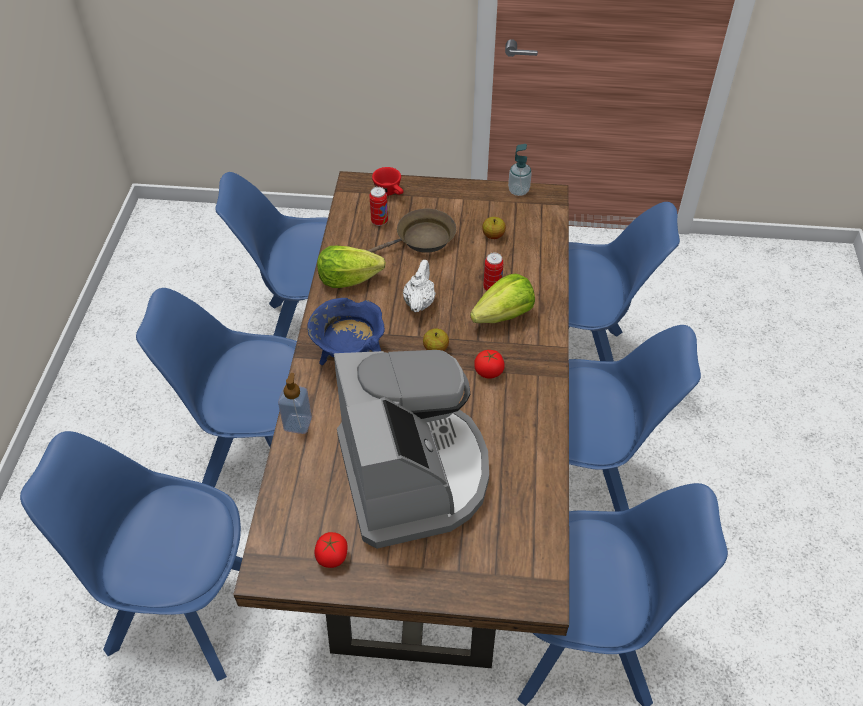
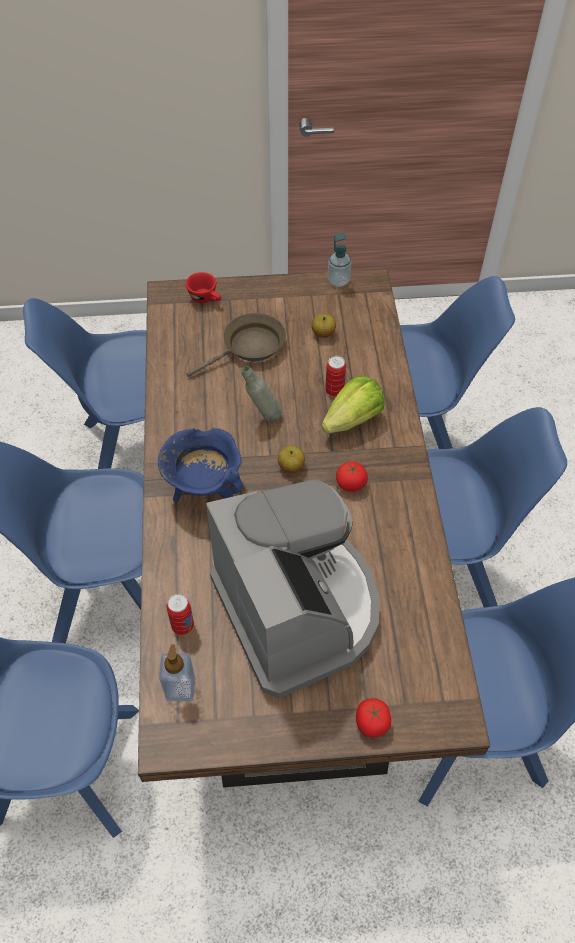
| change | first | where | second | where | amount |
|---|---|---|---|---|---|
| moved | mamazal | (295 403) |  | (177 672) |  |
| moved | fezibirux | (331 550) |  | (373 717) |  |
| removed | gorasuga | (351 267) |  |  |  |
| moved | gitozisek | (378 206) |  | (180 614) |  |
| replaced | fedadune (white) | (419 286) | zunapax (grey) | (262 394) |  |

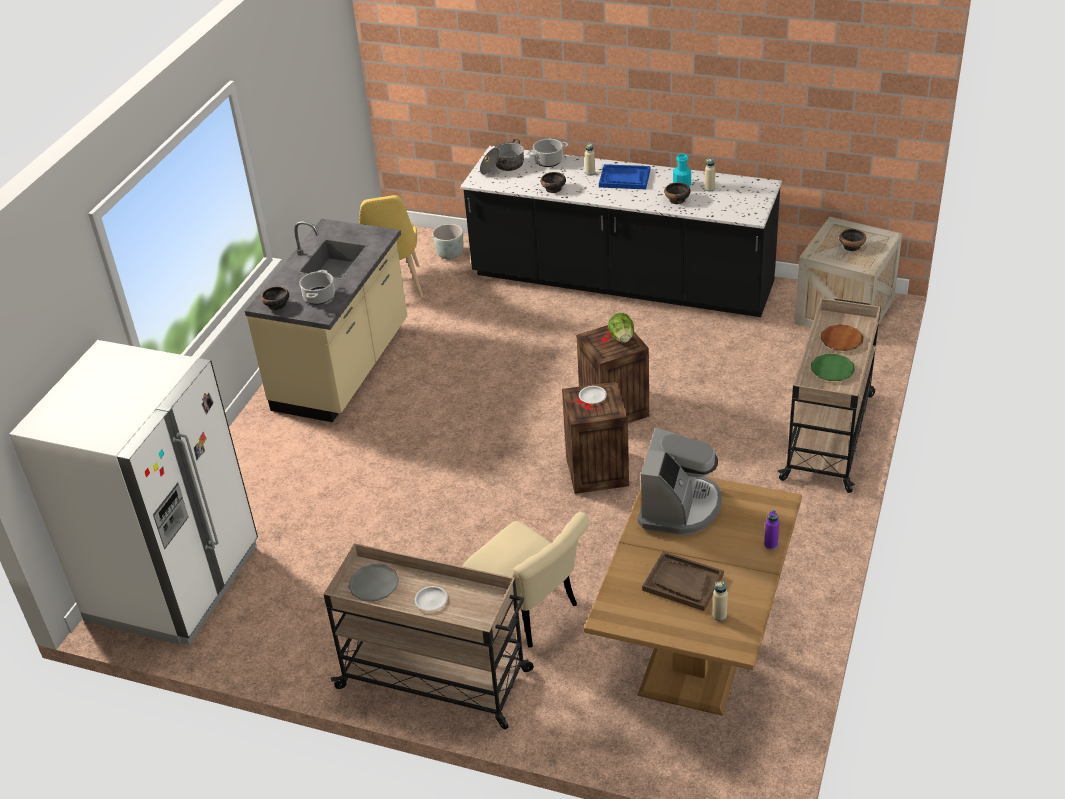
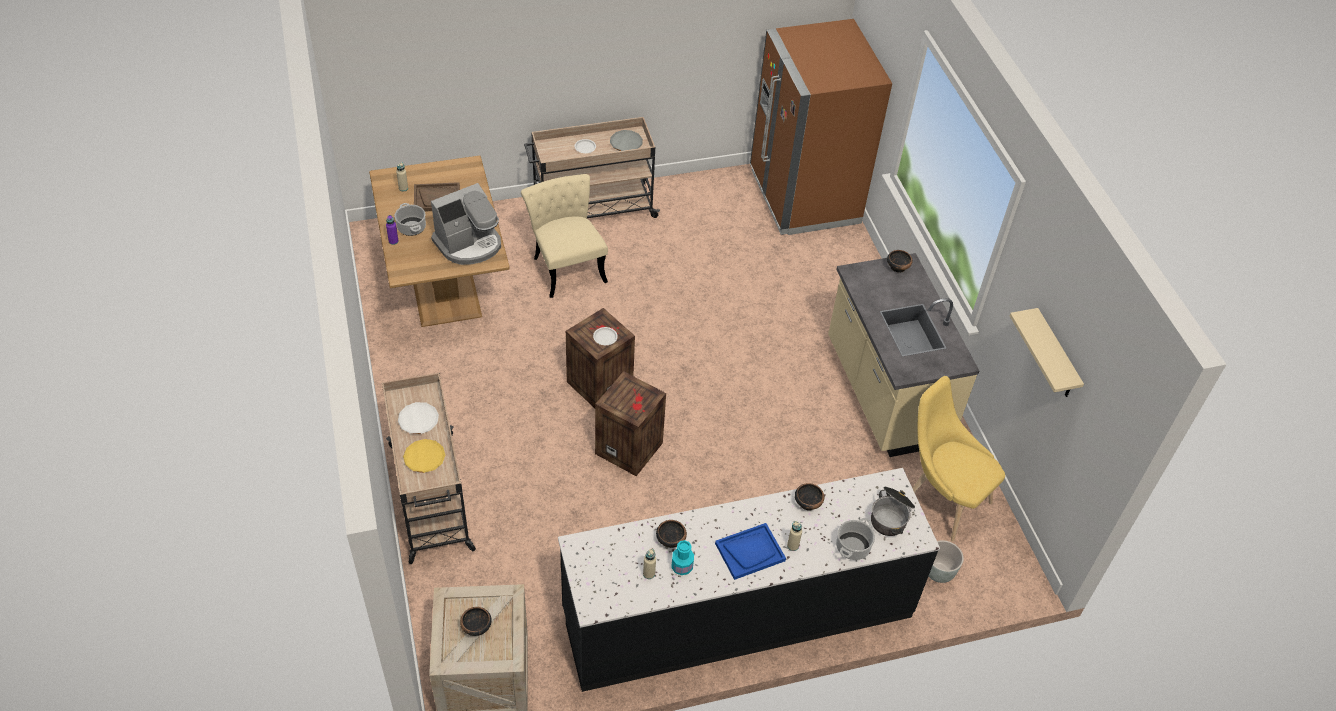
| change | first | where | second | where | amount |
|---|---|---|---|---|---|
| recoloured | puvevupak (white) | (133 492) | puvevupak (brown) | (821 127) |  |
| moved | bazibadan | (317 287) |  | (410 219) |  |
| turned | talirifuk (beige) | (526 580) |  | (564 236) | 60 degrees clockwise |
| removed | gorasuga | (621 328) |  |  |  |
| turned | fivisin | (680 481) |  | (466 224) | 105 degrees counterclockwise |
| recoloured | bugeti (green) | (833 367) | bugeti (white) | (418 418) |  |
| recoloured | bugeti (brown) | (842 337) | bugeti (yellow) | (424 456) |  |
| added |  |  | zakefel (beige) | (1047 352) |  |

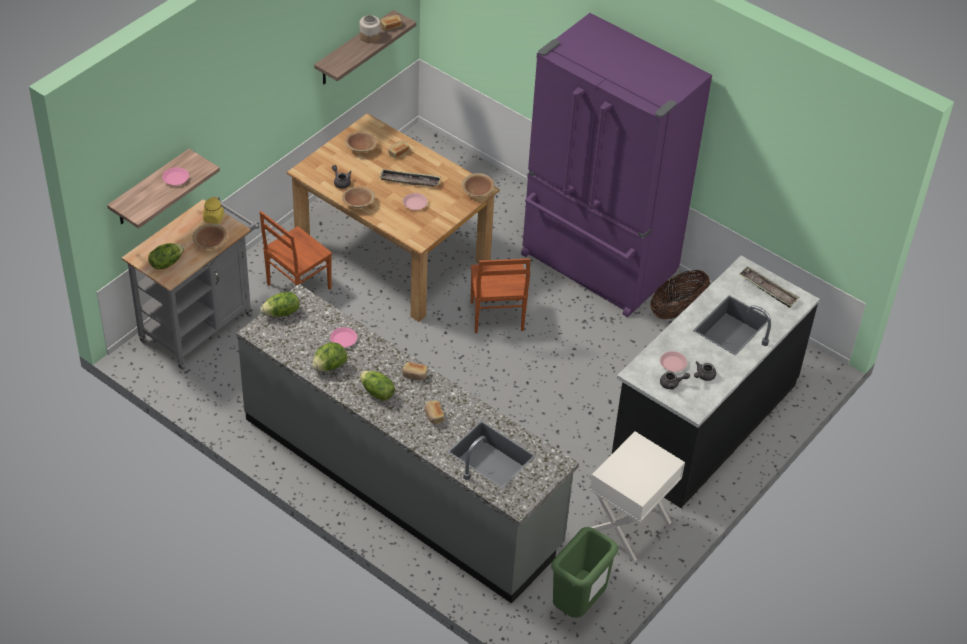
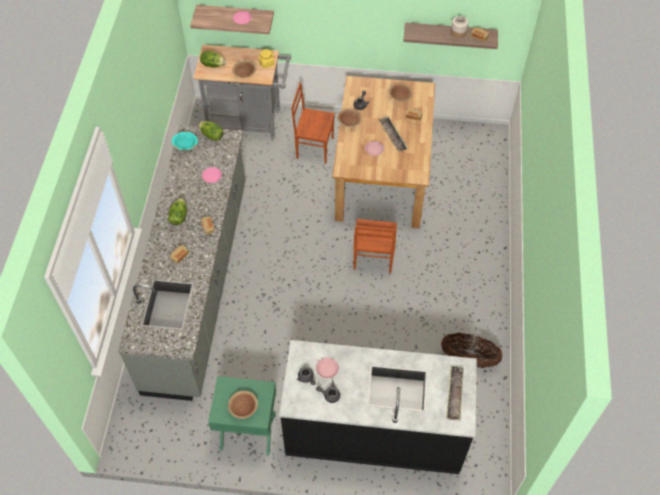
| change | first | where | second | where | amount |
|---|---|---|---|---|---|
| removed | gorasuga | (330 356) |  |  |  |
| moved | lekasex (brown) | (478 185) |  | (243 405) |  |
| turned | talirifuk (brown) | (500 295) |  | (375 246) | 45 degrees counterclockwise |
| removed | puvevupak (purple) | (616 165) |  |  |  |
| removed | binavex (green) | (584 572) |  |  |  |
| recoloured | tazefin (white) | (637 496) | tazefin (green) | (242 416) |  |
| added |  |  | lekasex (turquoise) | (185 141) |  |

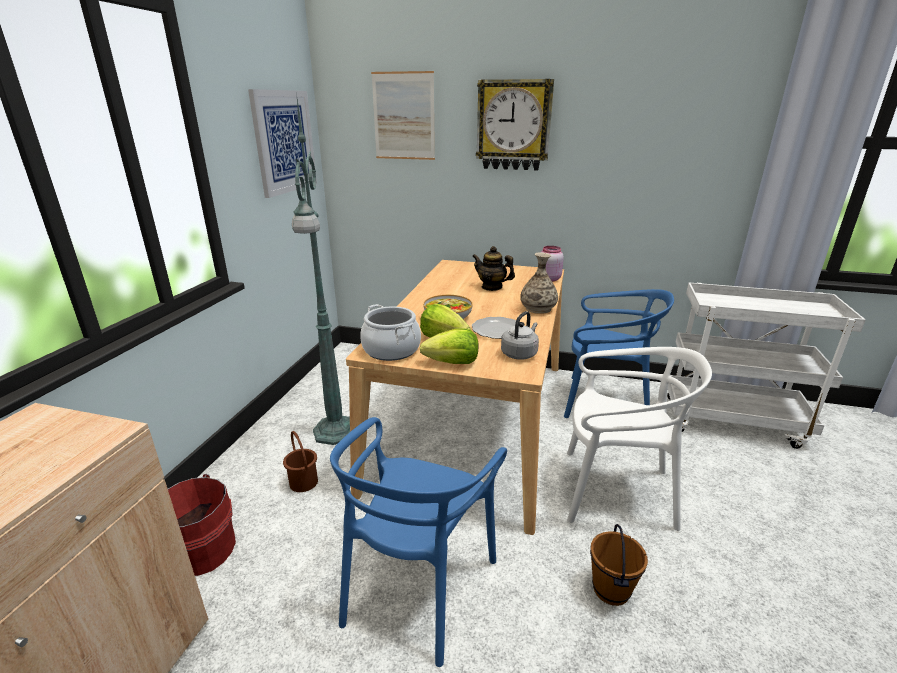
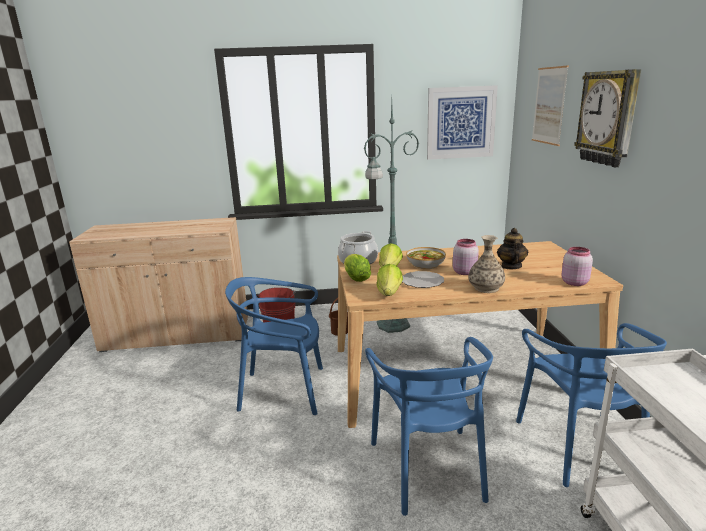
| change | first | where | second | where | amount |
|---|---|---|---|---|---|
| replaced | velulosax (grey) | (520 335) | gorasuga | (390 280) |  |
| recoloured | talirifuk (white) | (639 439) | talirifuk (blue) | (429 426) |  |
| removed | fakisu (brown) | (619 565) |  |  |  |
| added |  |  | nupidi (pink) | (466 257) |  |

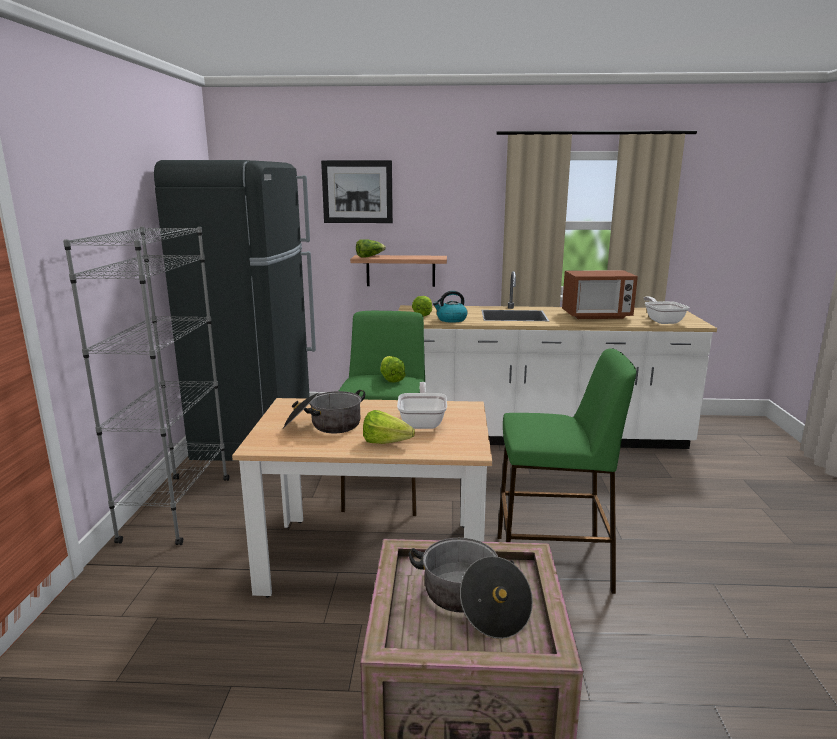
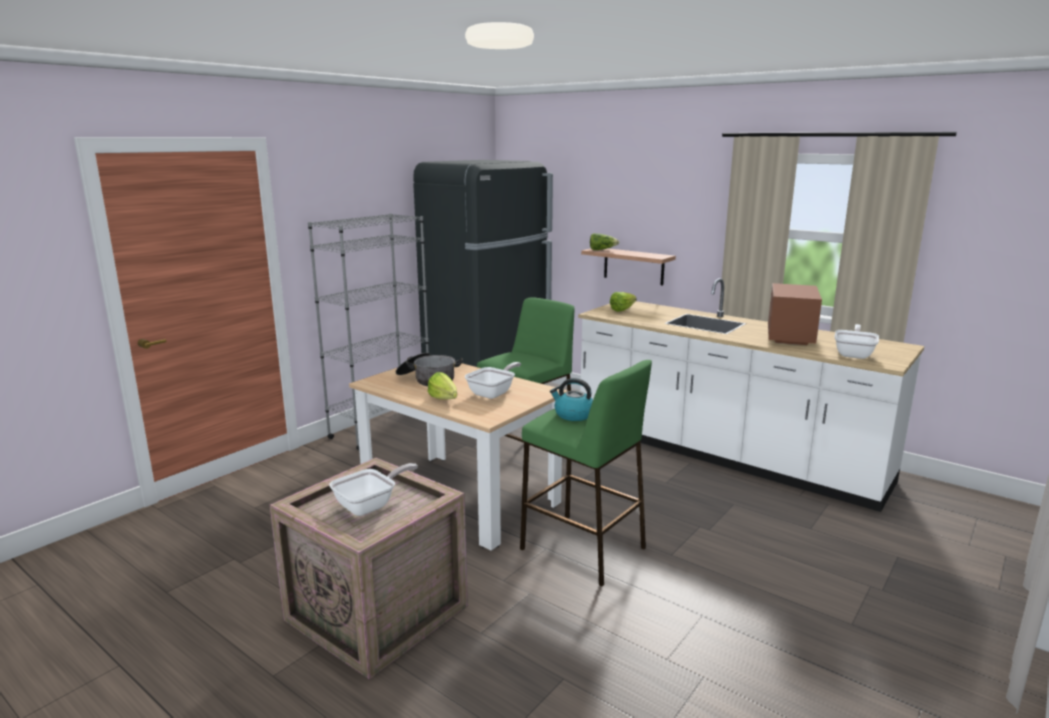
| change | first | where | second | where | amount |
|---|---|---|---|---|---|
| removed | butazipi | (357 191) |  |  |  |
| removed | gorasuga | (392 369) |  |  |  |
| replaced | bazibadan | (471 588) | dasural | (373 489) |  |
| moved | velulosax | (450 307) |  | (571 399) |  |
| turned | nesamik | (600 294) |  | (795 314) | 105 degrees counterclockwise |

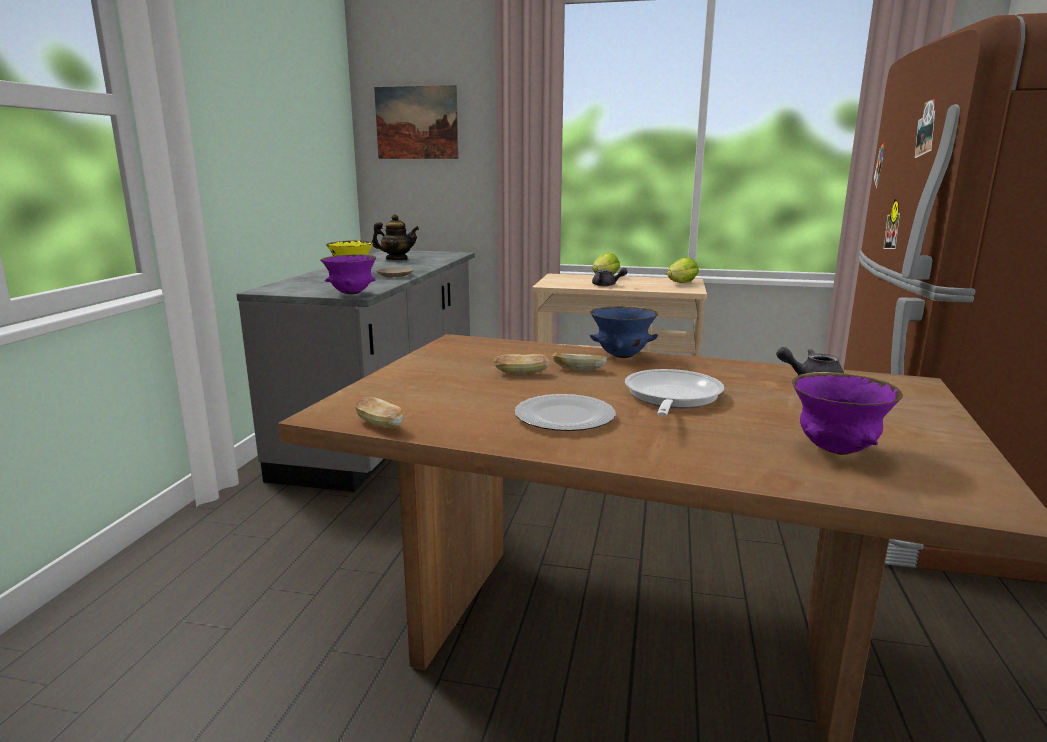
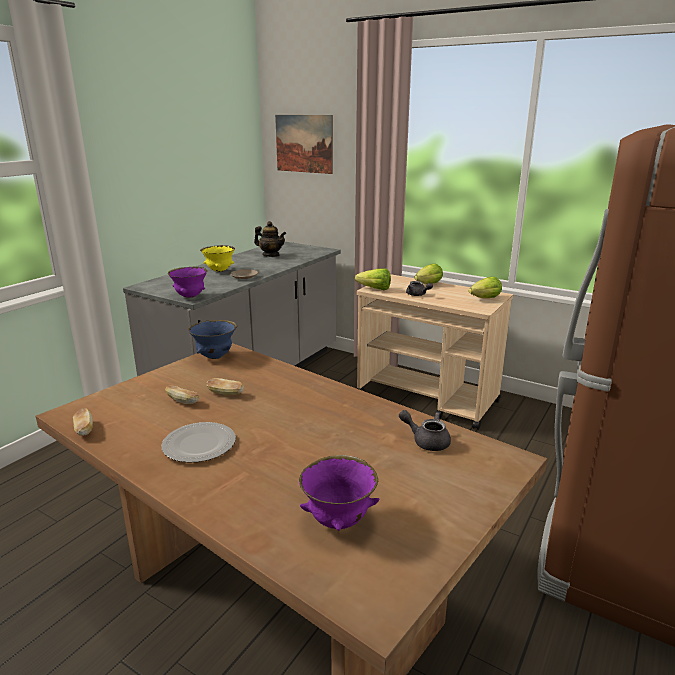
| change | first | where | second | where | amount |
|---|---|---|---|---|---|
| moved | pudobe | (580 361) |  | (182 395) |  |
| moved | lekasex (blue) | (624 332) |  | (212 339) |  |
| removed | dasural | (674 392) |  |  |  |
| added |  |  | gorasuga | (373 279) |  |

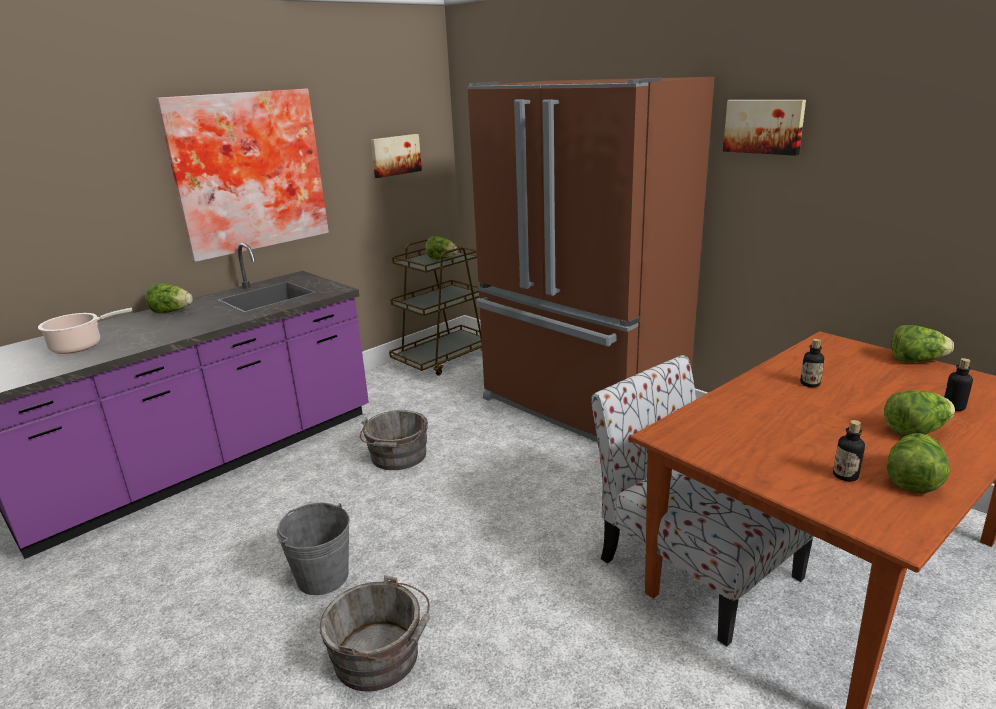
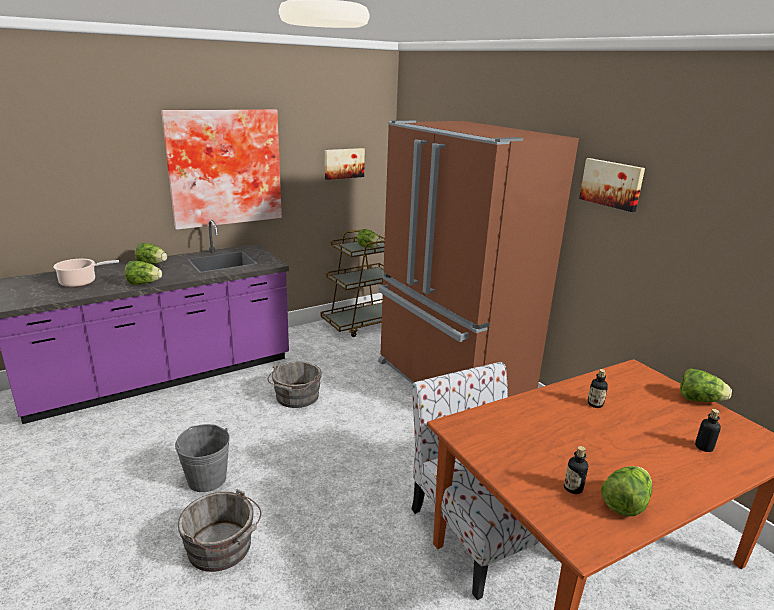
| change | first | where | second | where | amount |
|---|---|---|---|---|---|
| moved | gorasuga | (919 413) |  | (143 273) |  |

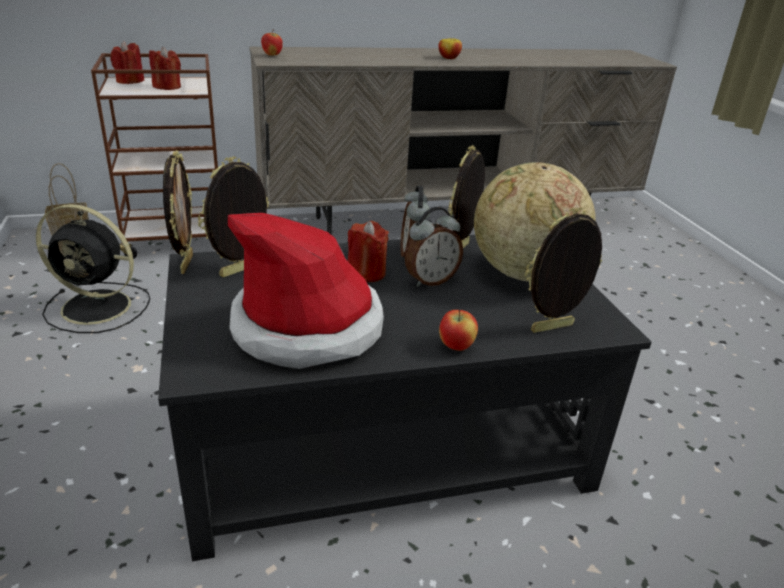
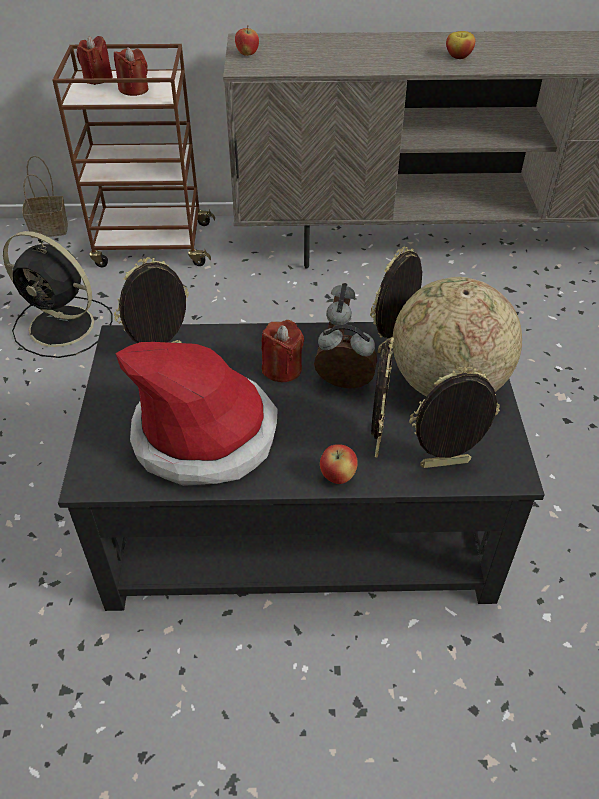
| change | first | where | second | where | amount |
|---|---|---|---|---|---|
| moved | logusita | (178 212) |  | (382 397) |  |
| turned | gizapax | (434 247) |  | (345 356) | 150 degrees counterclockwise |

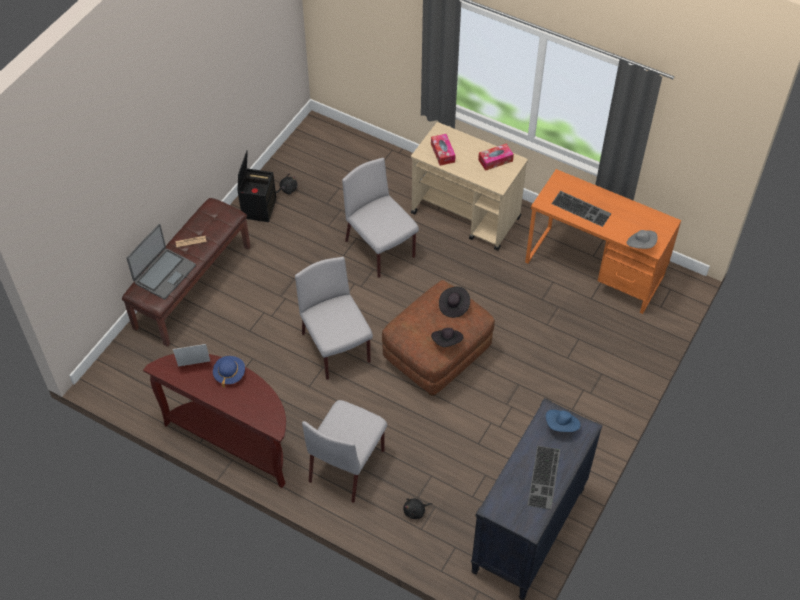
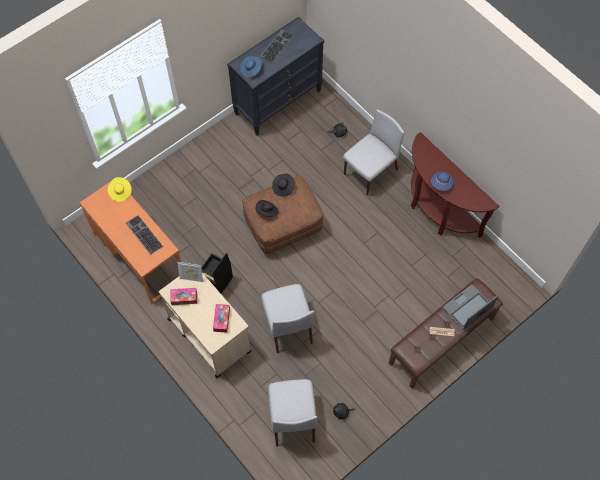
| change | first | where | second | where | amount |
|---|---|---|---|---|---|
| moved | logusita | (191 355) |  | (190 272) |  |
| moved | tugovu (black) | (257 186) |  | (217 273) |  |
| moved | talirifuk (grey) | (334 318) |  | (292 413) |  |
| recoloured | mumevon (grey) | (642 239) | mumevon (yellow) | (120 189) |  |

